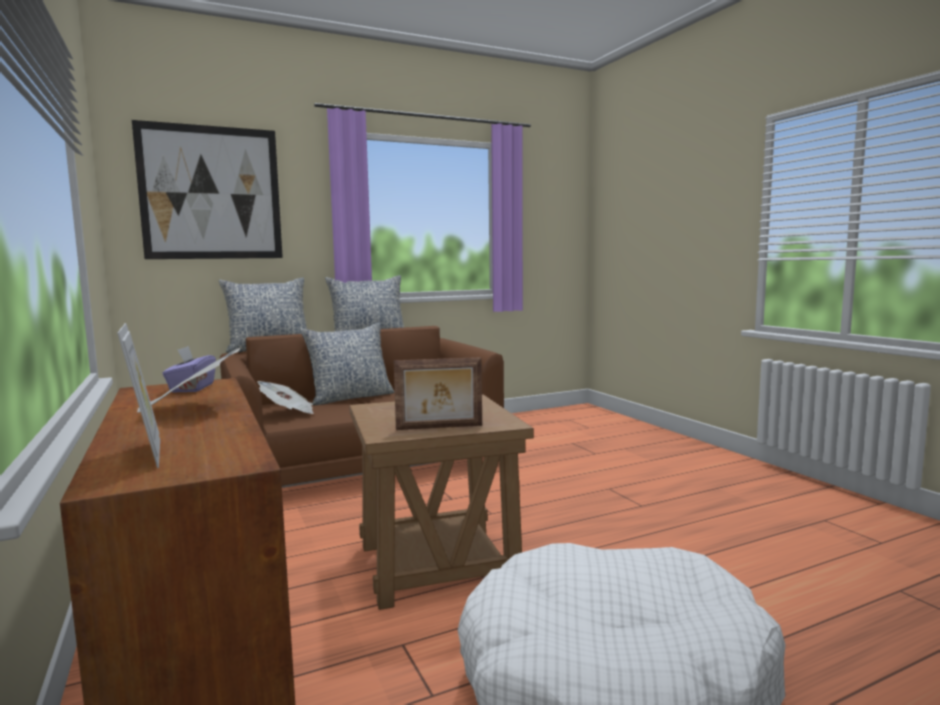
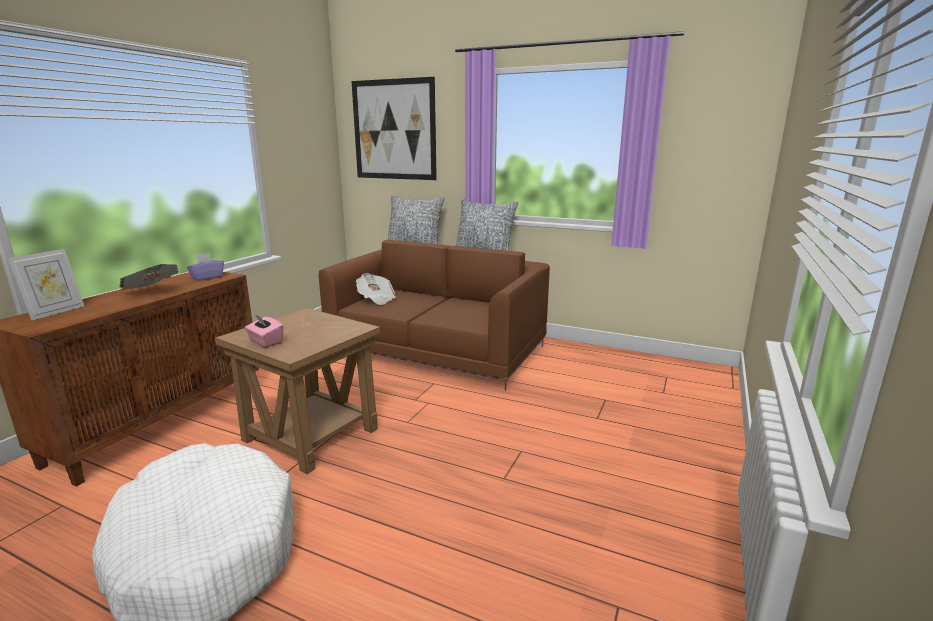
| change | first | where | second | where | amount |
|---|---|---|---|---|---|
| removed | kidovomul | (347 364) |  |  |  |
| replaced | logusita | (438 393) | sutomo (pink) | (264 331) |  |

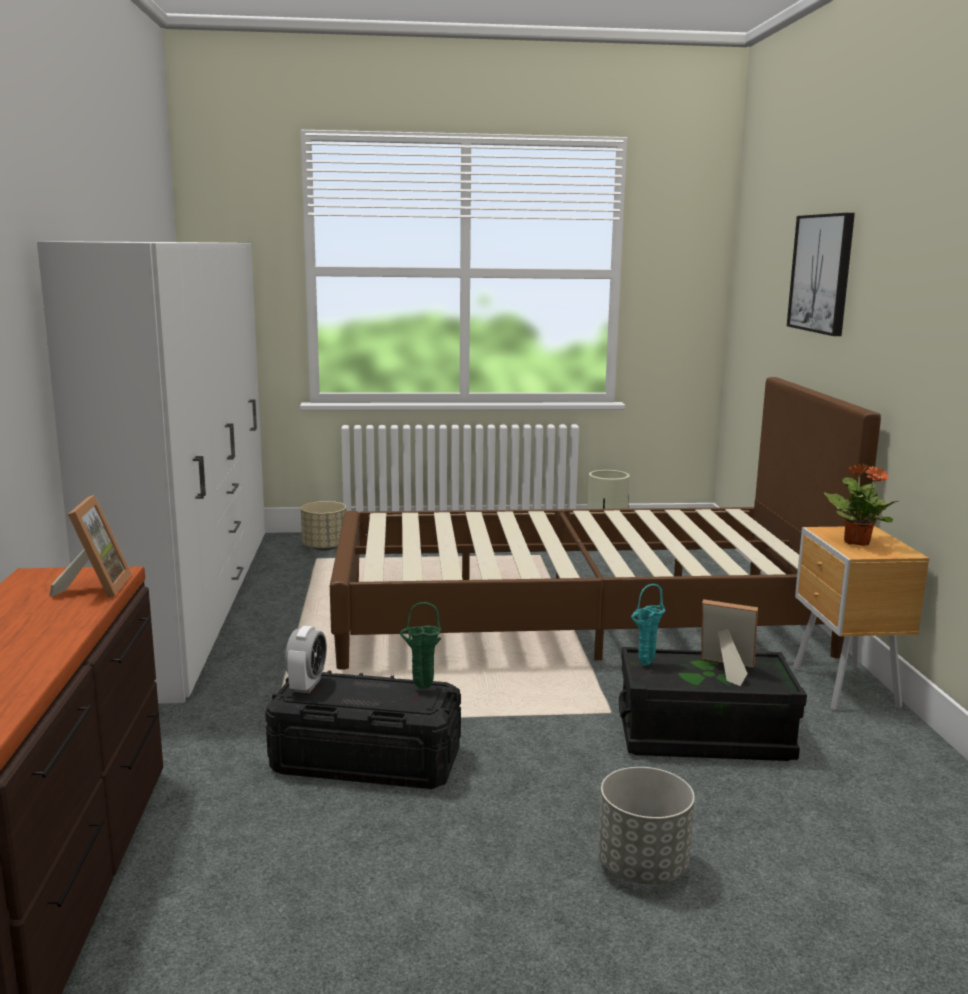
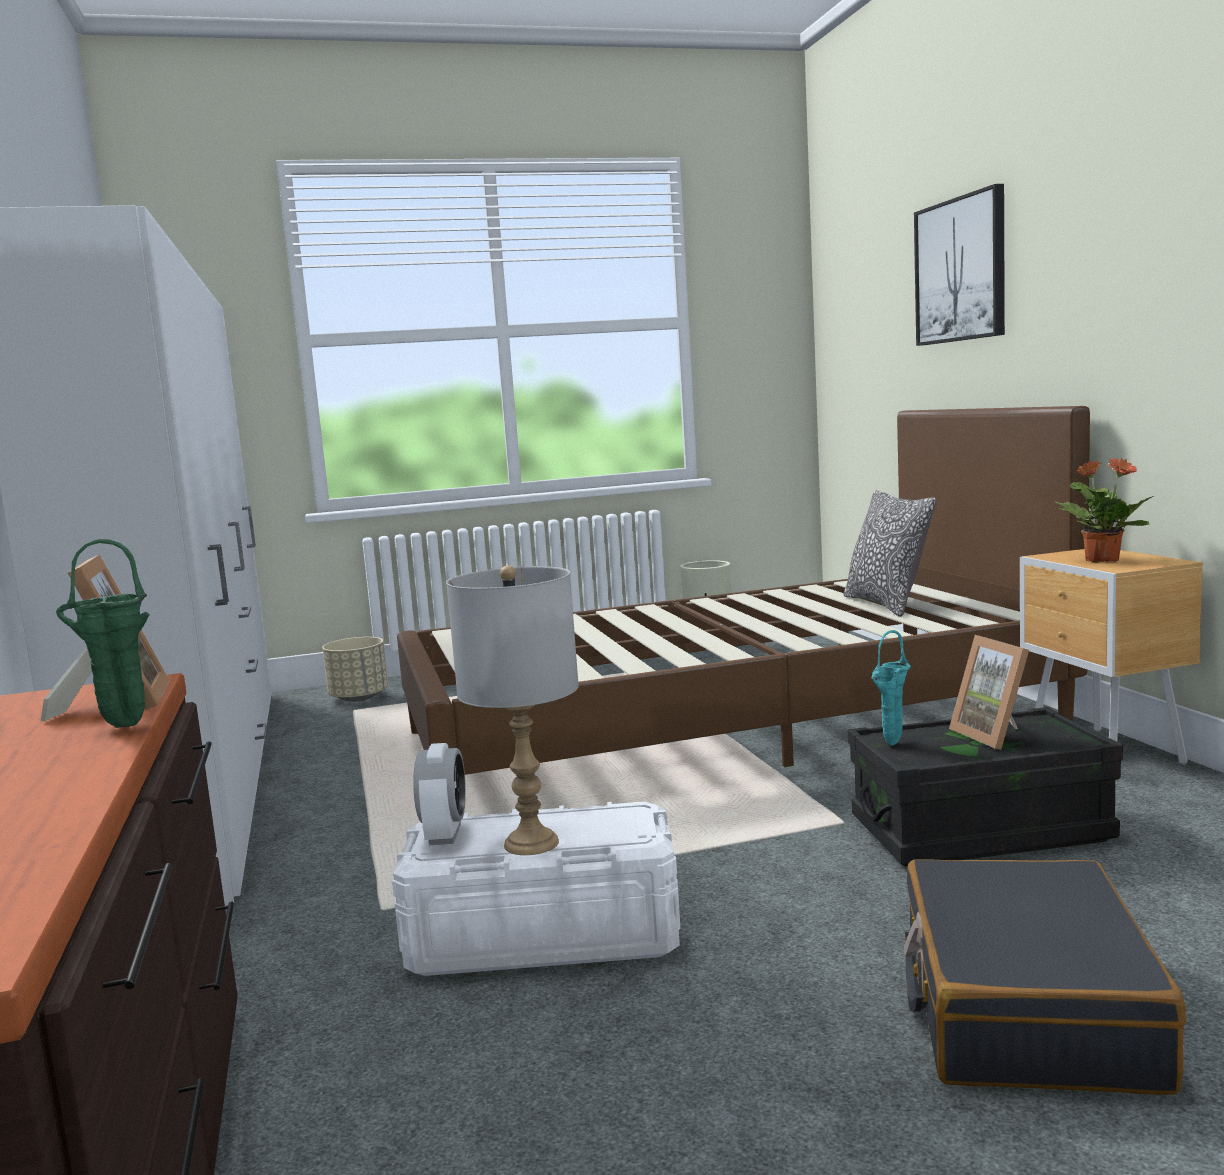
| change | first | where | second | where | amount |
|---|---|---|---|---|---|
| recoloured | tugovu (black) | (363 729) | tugovu (white) | (536 889) |  |
| moved | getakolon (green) | (421 645) |  | (102 633) |  |
| replaced | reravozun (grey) | (646 825) | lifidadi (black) | (1045 977) |  |
| turned | logusita | (729 642) |  | (989 692) | 120 degrees counterclockwise |
| added |  |  | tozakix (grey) | (512 710) |  |
| added |  |  | kidovomul | (889 553) |  |

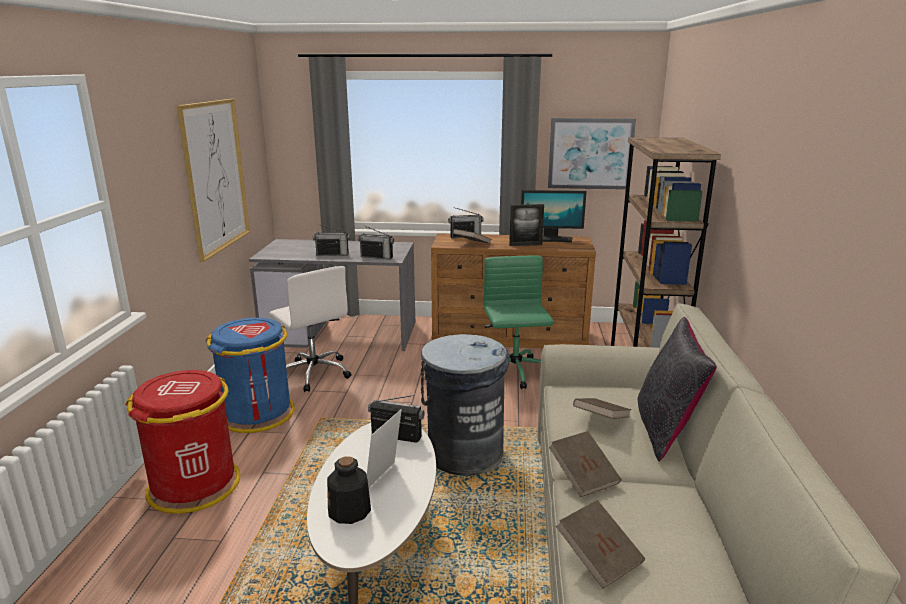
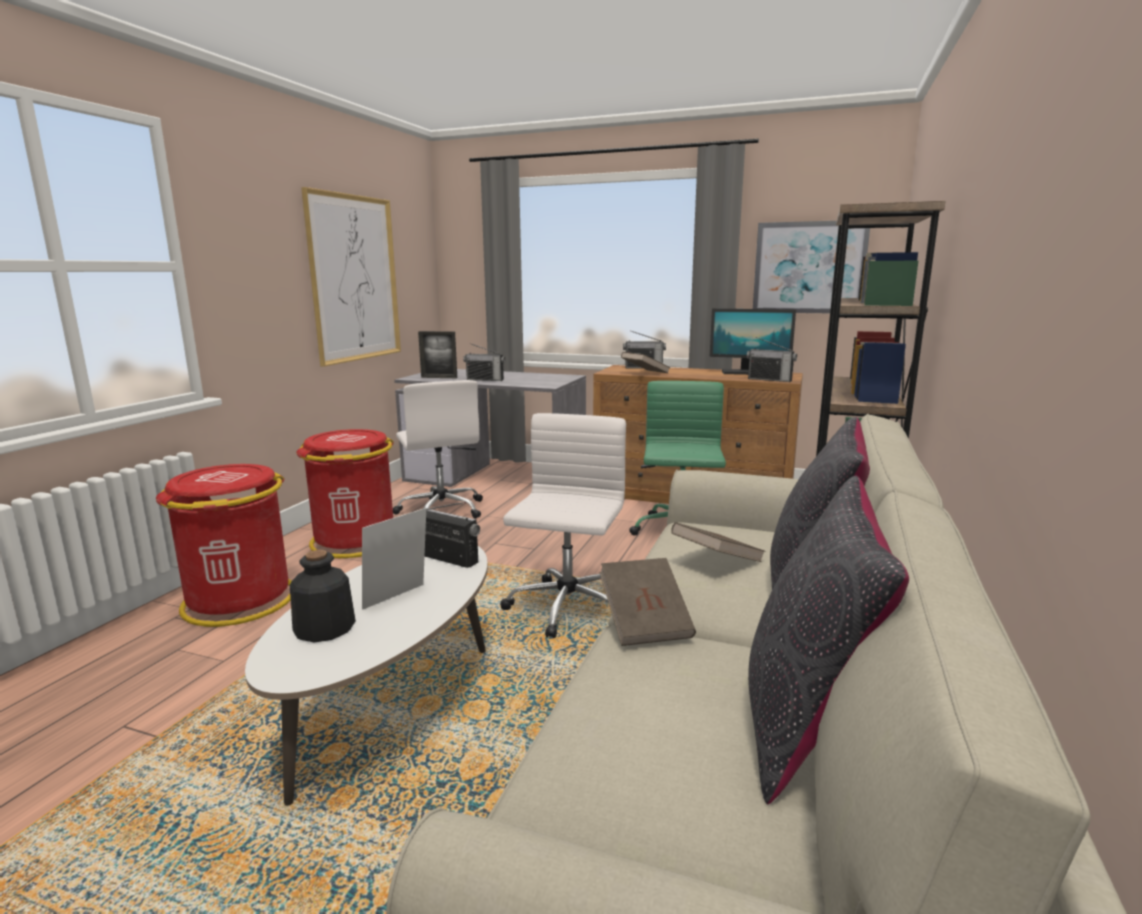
| change | first | where | second | where | amount |
|---|---|---|---|---|---|
| recoloured | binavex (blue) | (250 375) | binavex (red) | (345 493) |  |
| moved | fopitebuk | (376 242) |  | (772 359) |  |
| replaced | binavex (grey) | (465 405) | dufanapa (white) | (563 525) |  |
| moved | logusita | (526 225) |  | (437 354) |  |
| removed | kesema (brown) | (600 544) |  |  |  |
| added |  |  | kidovomul (black) | (828 640) |  |

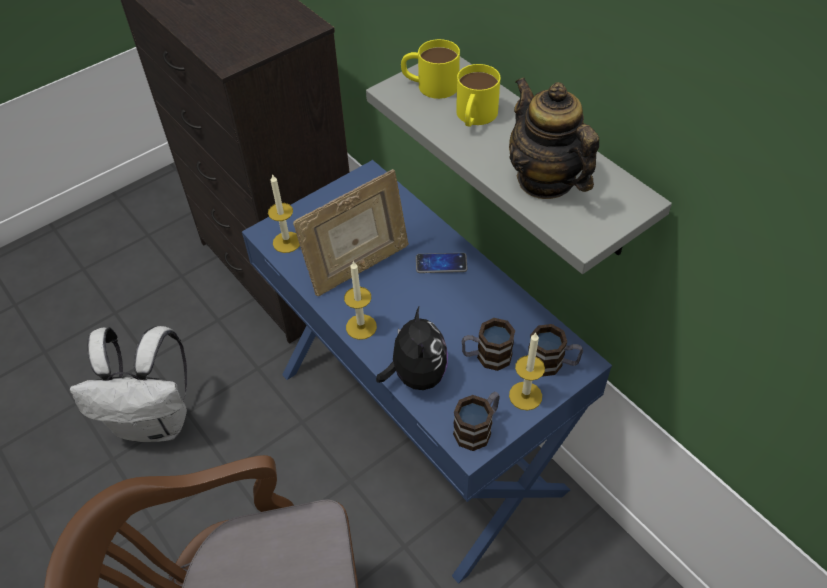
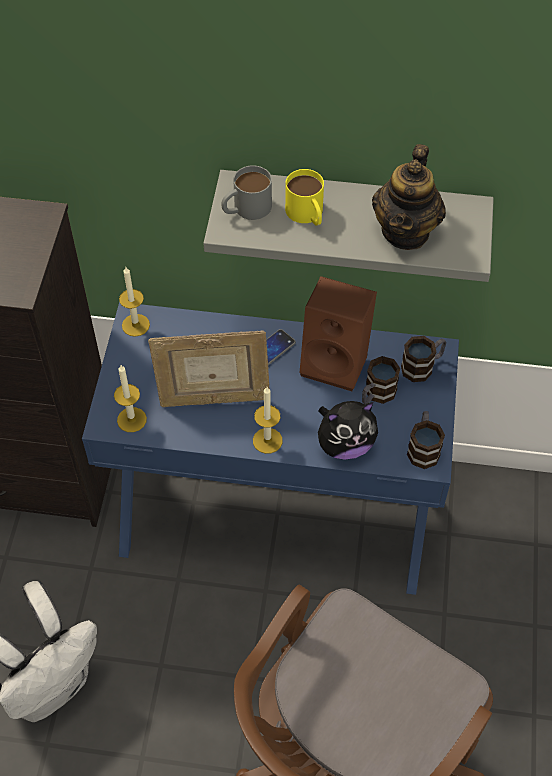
| change | first | where | second | where | amount |
|---|---|---|---|---|---|
| turned | logusita | (351 232) |  | (209 369) | 75 degrees clockwise |
| turned | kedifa | (412 348) |  | (348 430) | 120 degrees clockwise |
| recoloured | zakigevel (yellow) | (430 69) | zakigevel (grey) | (246 192) |  |
| turned | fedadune | (554 138) |  | (409 197) | 90 degrees counterclockwise |
| moved | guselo | (527 371) |  | (134 302) |  |
| added |  |  | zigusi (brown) | (338 333) |  |

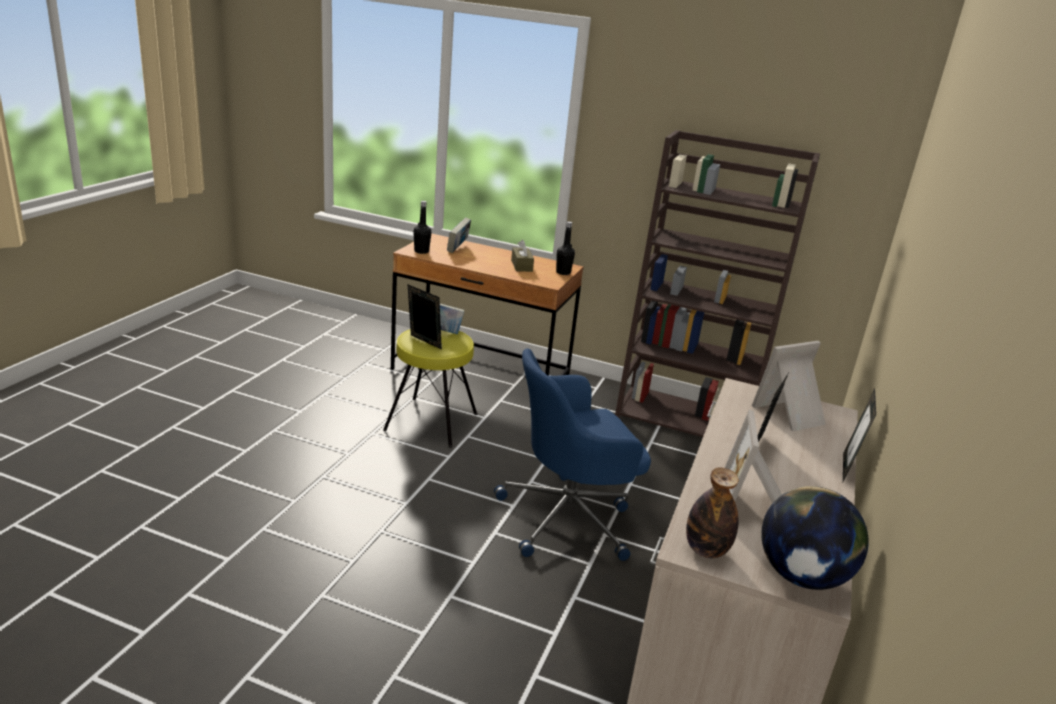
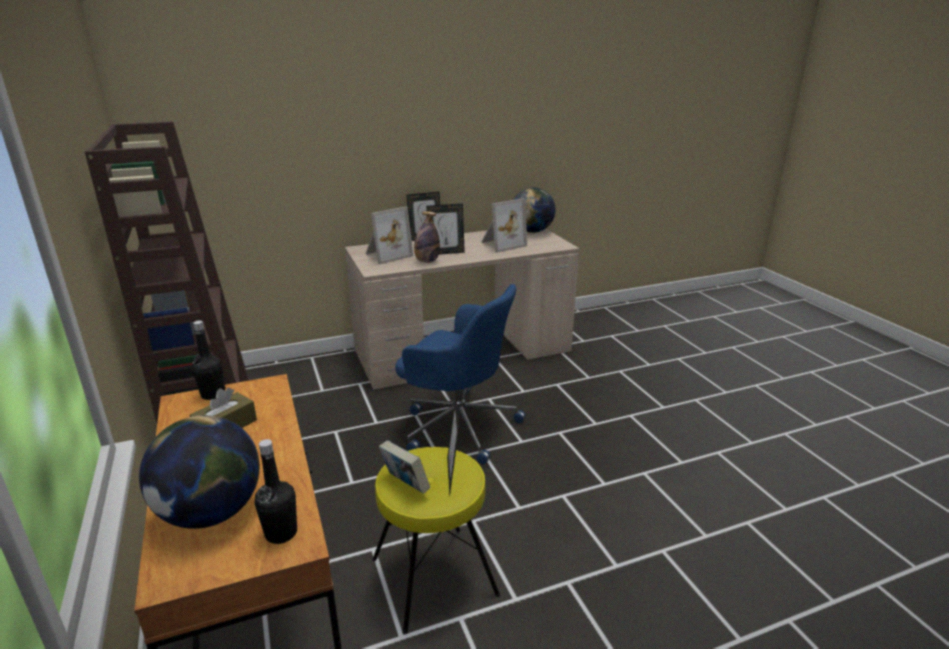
| change | first | where | second | where | amount |
|---|---|---|---|---|---|
| replaced | kesema | (459 235) | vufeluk | (199 472) |  |
| moved | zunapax | (712 512) |  | (427 237) |  |
| turned | logusita | (789 386) |  | (390 235) | 60 degrees counterclockwise |

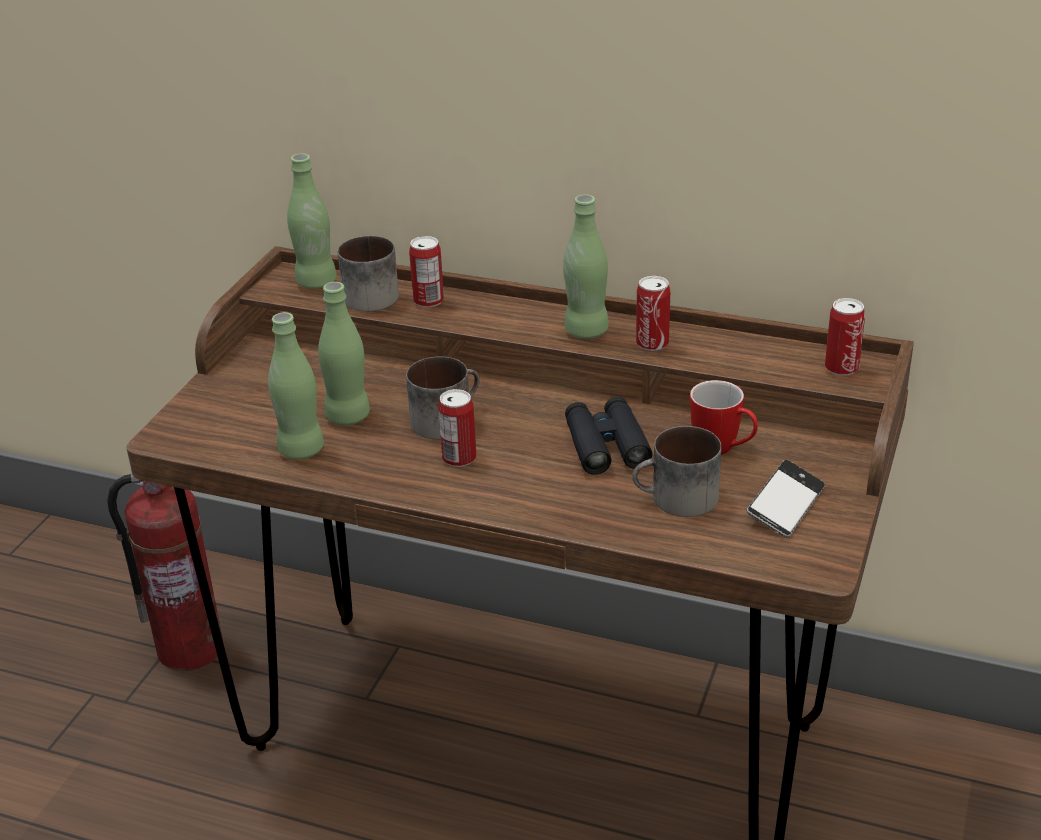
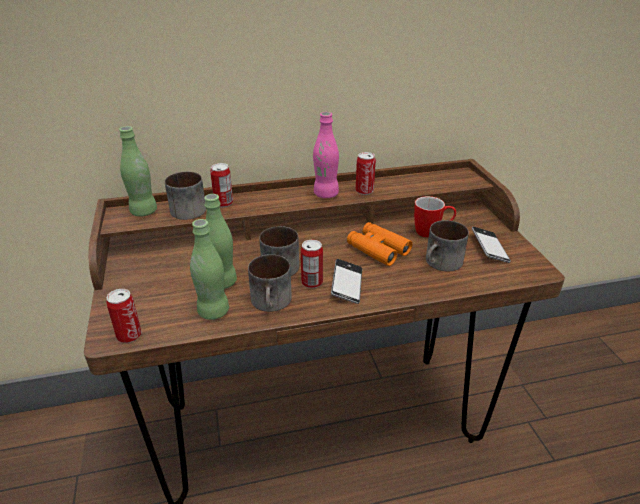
| change | first | where | second | where | amount |
|---|---|---|---|---|---|
| removed | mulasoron | (165 572) |  |  |  |
| recoloured | zunapax (green) | (586 267) | zunapax (pink) | (326 155) |  |
| recoloured | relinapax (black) | (609 436) | relinapax (orange) | (379 244) |  |
| moved | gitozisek | (845 336) |  | (124 316) |  |
| added |  |  | zakigevel | (270 283) |  |
| added |  |  | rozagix | (346 281) |  |

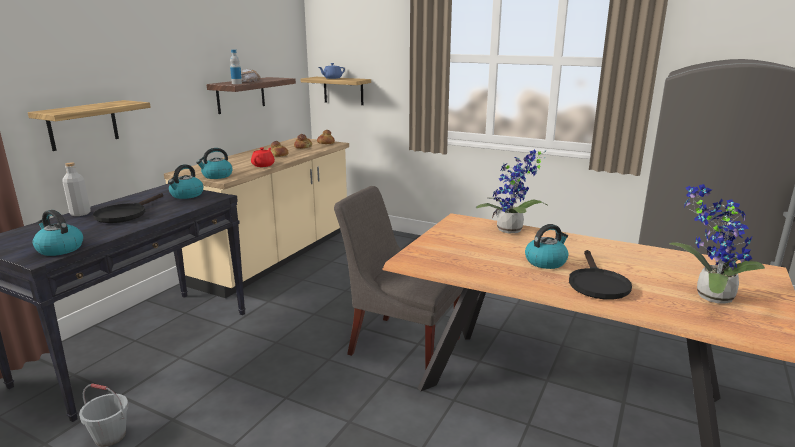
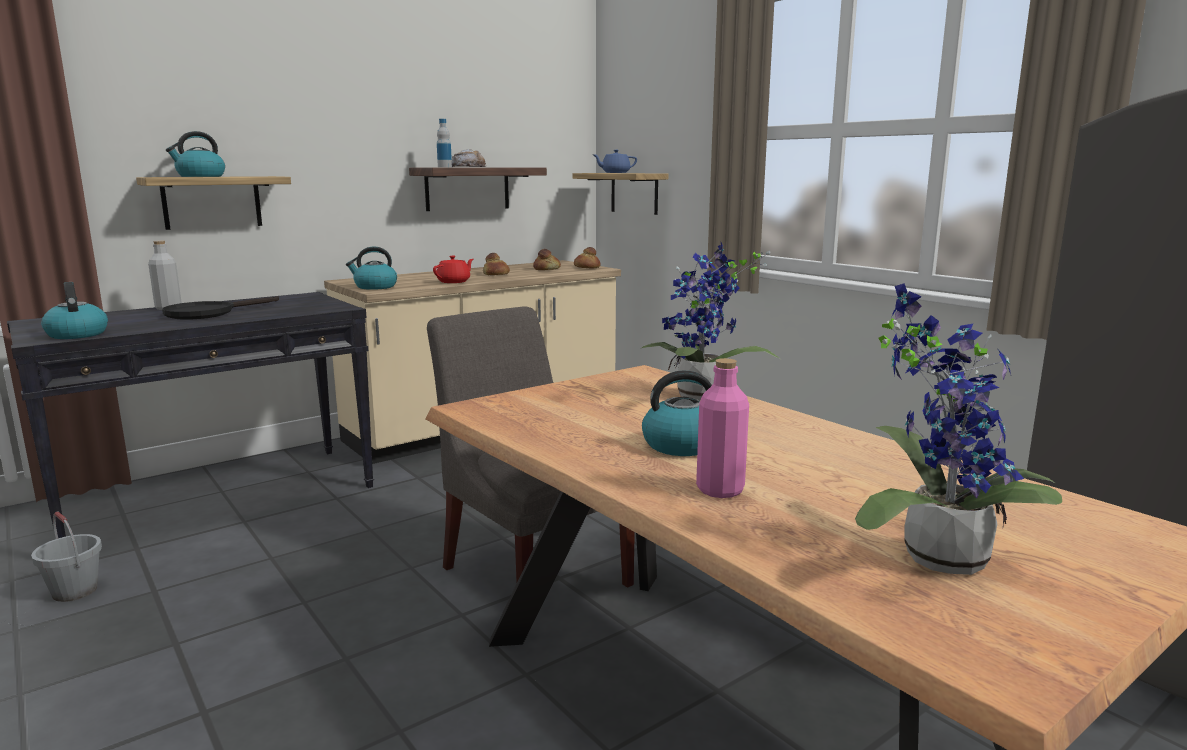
| change | first | where | second | where | amount |
|---|---|---|---|---|---|
| moved | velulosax | (186 181) |  | (195 154) |  |
| replaced | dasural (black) | (600 275) | zunapax (pink) | (722 428) |  |

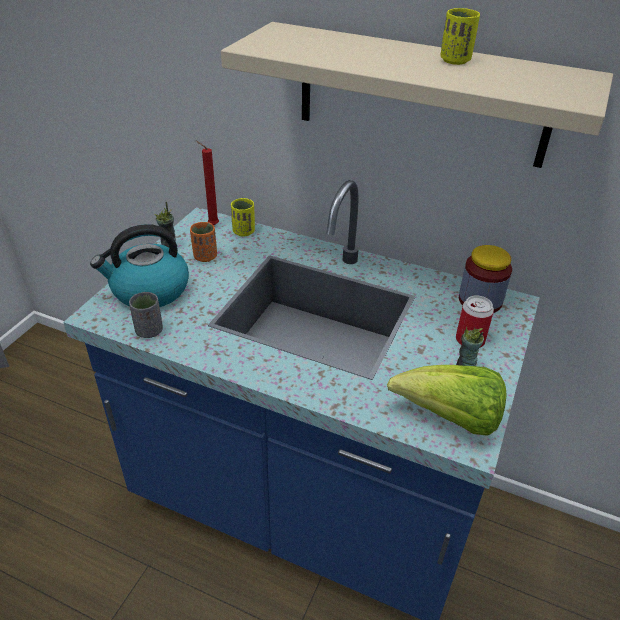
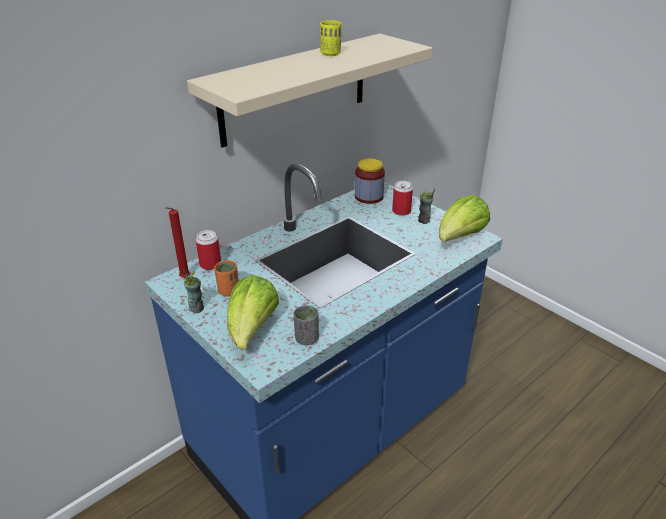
| change | first | where | second | where | amount |
|---|---|---|---|---|---|
| replaced | velulosax | (139 265) | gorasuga | (253 312) |  |
| replaced | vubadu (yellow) | (243 217) | gitozisek | (208 250) |  |

